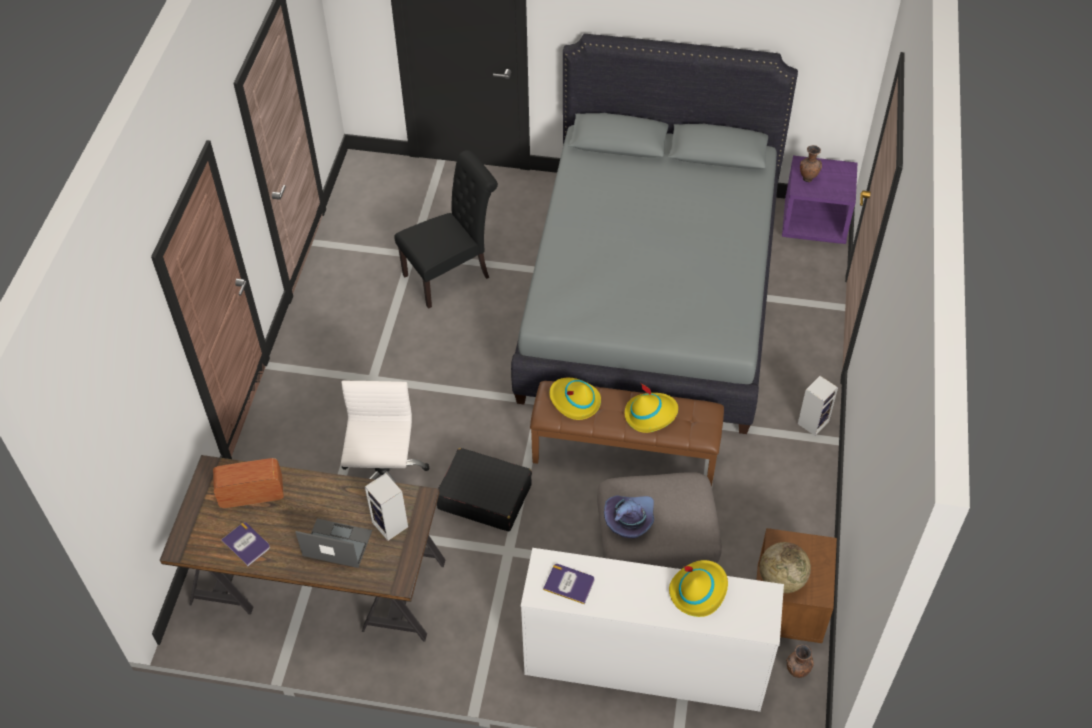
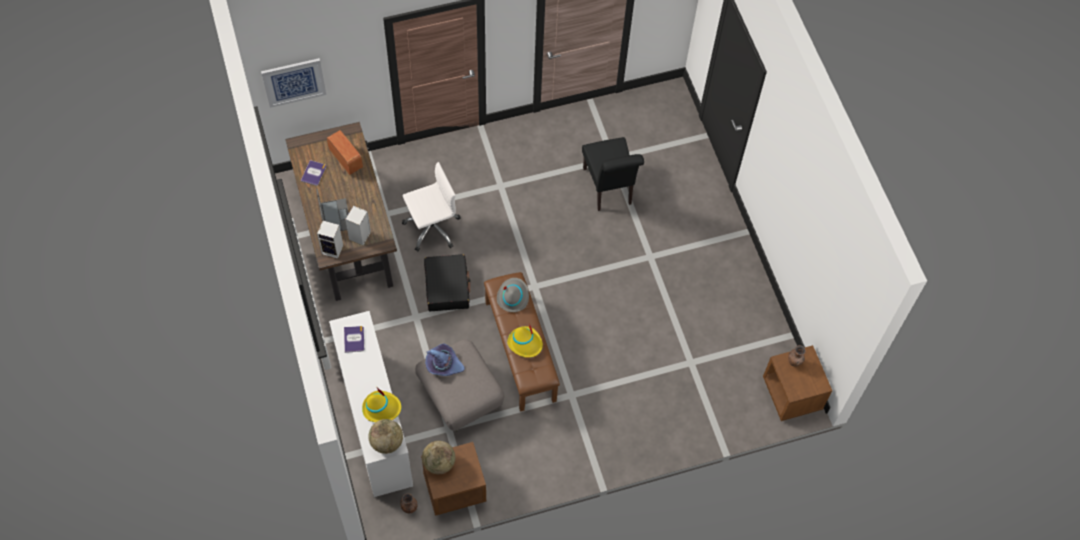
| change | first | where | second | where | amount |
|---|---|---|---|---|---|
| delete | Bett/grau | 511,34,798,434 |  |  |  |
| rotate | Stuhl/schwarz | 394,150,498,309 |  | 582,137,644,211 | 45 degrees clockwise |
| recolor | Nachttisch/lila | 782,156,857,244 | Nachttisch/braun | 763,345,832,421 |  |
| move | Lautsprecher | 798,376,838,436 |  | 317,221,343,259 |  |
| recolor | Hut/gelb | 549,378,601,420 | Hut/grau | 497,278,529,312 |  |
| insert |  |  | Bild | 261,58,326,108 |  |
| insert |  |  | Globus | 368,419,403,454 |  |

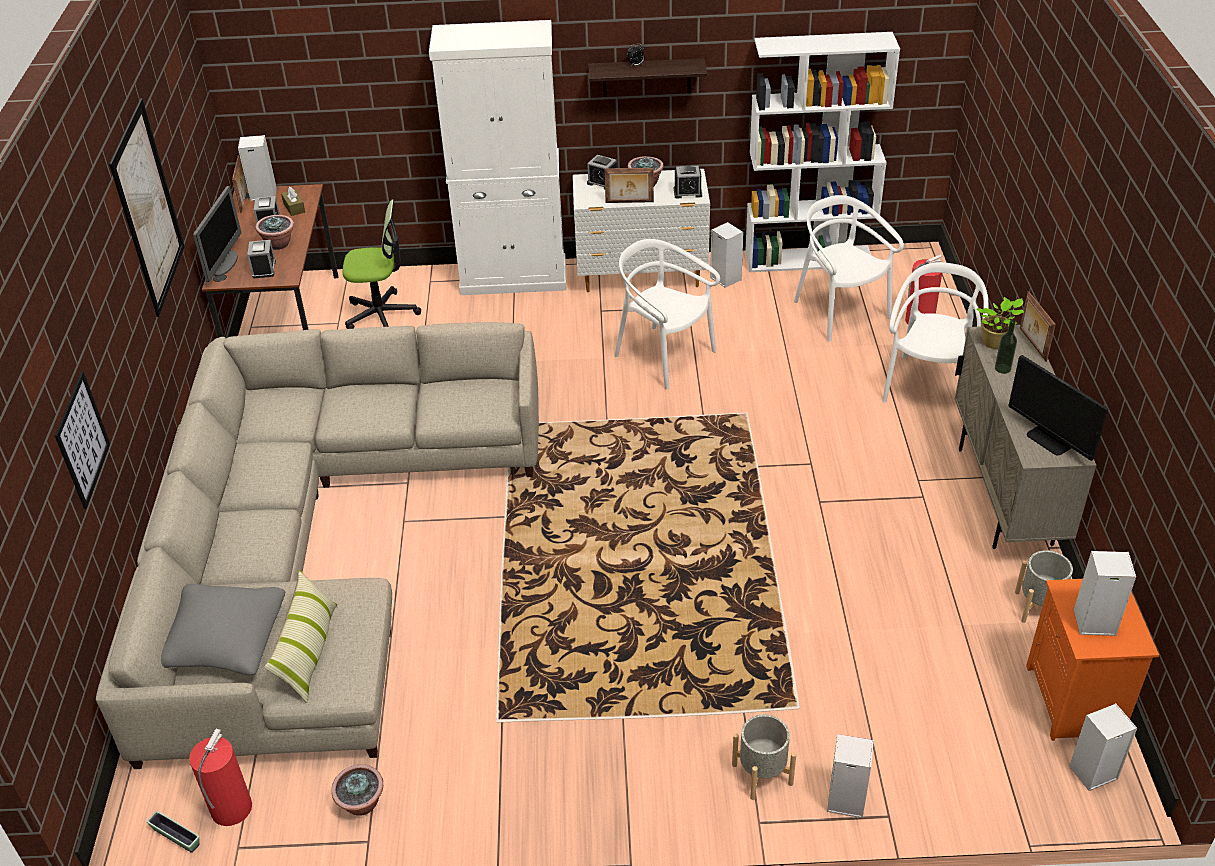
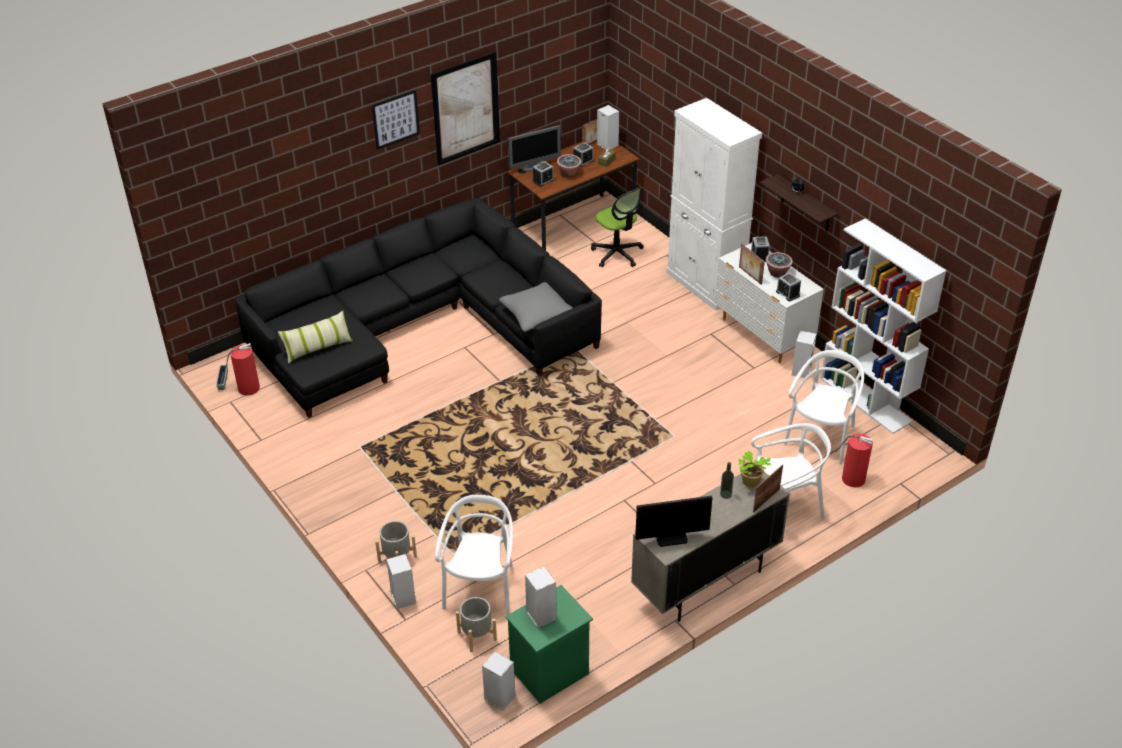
| change | first | where | second | where | amount |
|---|---|---|---|---|---|
| move | Stuhl/weiß | 614,239,720,390 |  | 435,495,513,615 |  |
| recolor | Sofa/beige | 96,322,539,769 | Sofa/schwarz | 235,198,602,418 |  |
| rotate | Monitor | 1008,355,1108,461 |  | 635,496,712,547 | 120 degrees counterclockwise |
| move | Bild | 54,372,110,509 |  | 372,90,420,150 |  |
| move | Pflanzkübel/grau | 1015,550,1073,623 |  | 456,597,497,652 |  |
| recolor | Nachttisch/orange | 1026,579,1159,741 | Nachttisch/grün | 506,585,593,704 |  |
| move | Kissen/grau | 161,584,285,675 |  | 499,282,572,332 |  |
| delete | Topfpflanze | 331,764,383,816 |  |  |  |

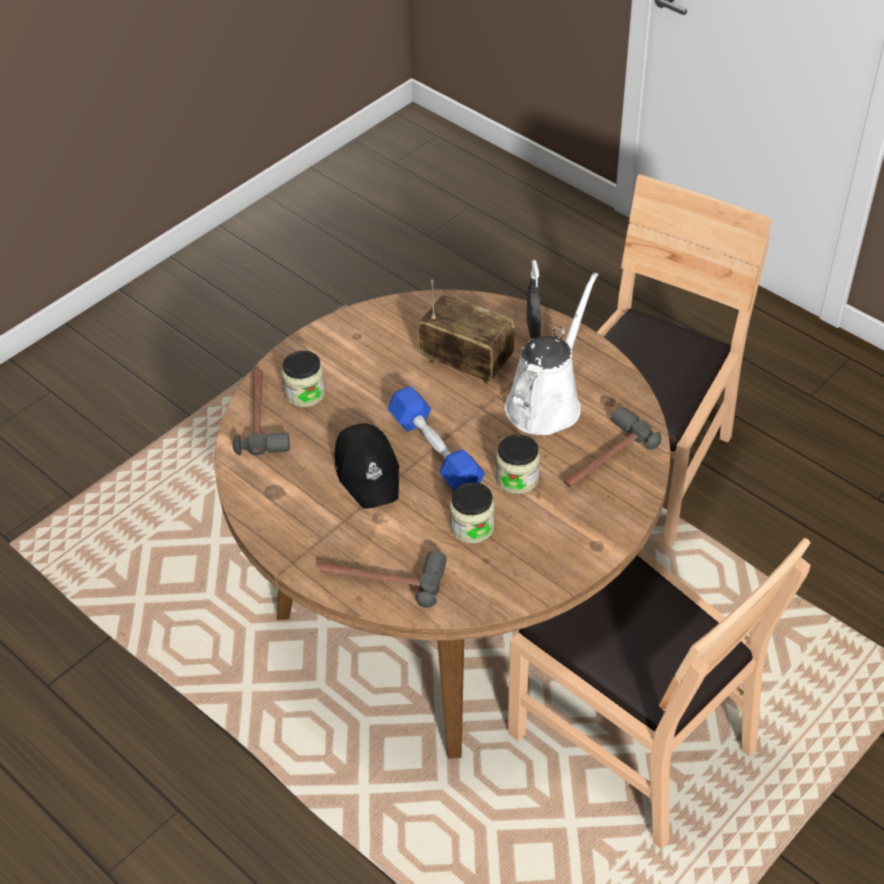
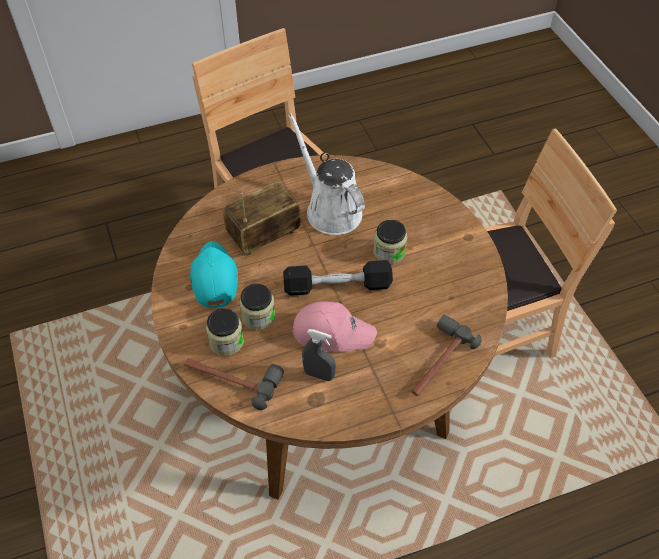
| change | first | where | second | where | amount |
|---|---|---|---|---|---|
| move | Sprühflasche/grau | 526,260,541,339 |  | 302,329,336,381 |  |
| recolor | Hantel/blau | 388,386,485,491 | Hantel/schwarz | 283,260,393,296 |  |
| delete | Hammer | 564,406,661,487 |  |  |  |
| recolor | Kappe/schwarz | 335,424,399,509 | Kappe/rosa | 292,301,377,352 |  |
| move | Vorratsglas | 450,482,495,544 |  | 239,284,276,331 |  |
| insert |  |  | Kappe/türkis | 190,241,238,308 |  |

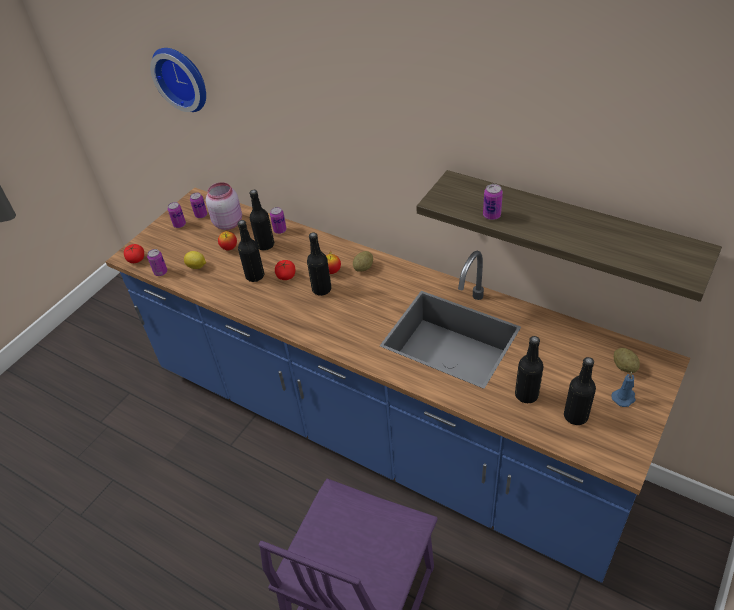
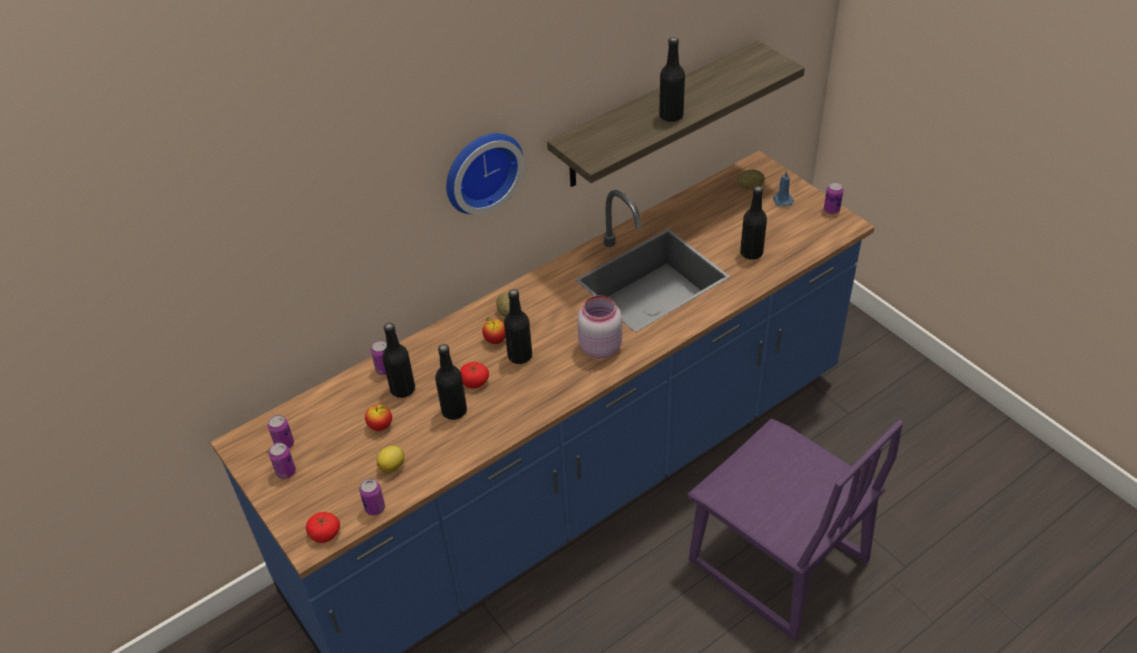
| change | first | where | second | where | amount |
|---|---|---|---|---|---|
| move | Wanduhr | 150,48,206,112 |  | 446,133,524,215 |  |
| move | Vorratsglas/rosa | 206,182,242,230 |  | 578,295,622,359 |  |
| move | Dose | 483,184,503,220 |  | 824,182,844,214 |  |
| move | Flasche/schwarz | 564,357,596,425 |  | 659,37,685,122 |  |

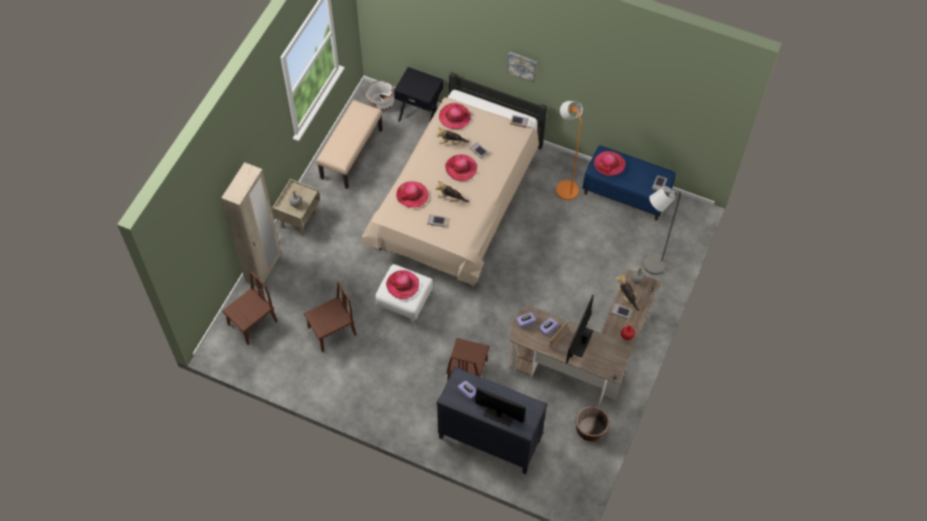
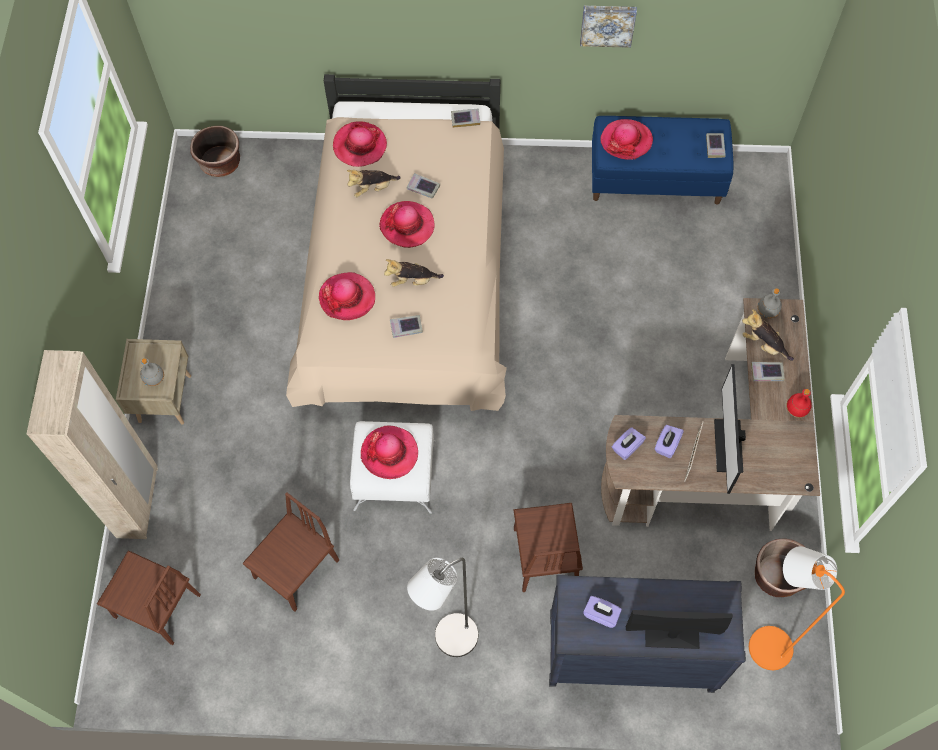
| change | first | where | second | where | amount |
|---|---|---|---|---|---|
| move | Bild | 507,52,537,83 |  | 580,6,637,48 |  |
| delete | Nachttisch/schwarz | 394,67,443,123 |  |  |  |
| recolor | Pflanzkübel/weiß | 366,80,395,111 | Pflanzkübel/braun | 190,126,240,177 |  |
| delete | Bank/beige | 316,100,383,189 |  |  |  |
| move | Stehlampe/orange | 556,101,583,200 |  | 749,546,845,670 |  |
| move | Stehlampe/grau | 643,186,681,275 |  | 407,558,478,657 |  |
| rotate | Stuhl/braun | 222,271,278,345 |  | 97,550,201,645 | 90 degrees clockwise |

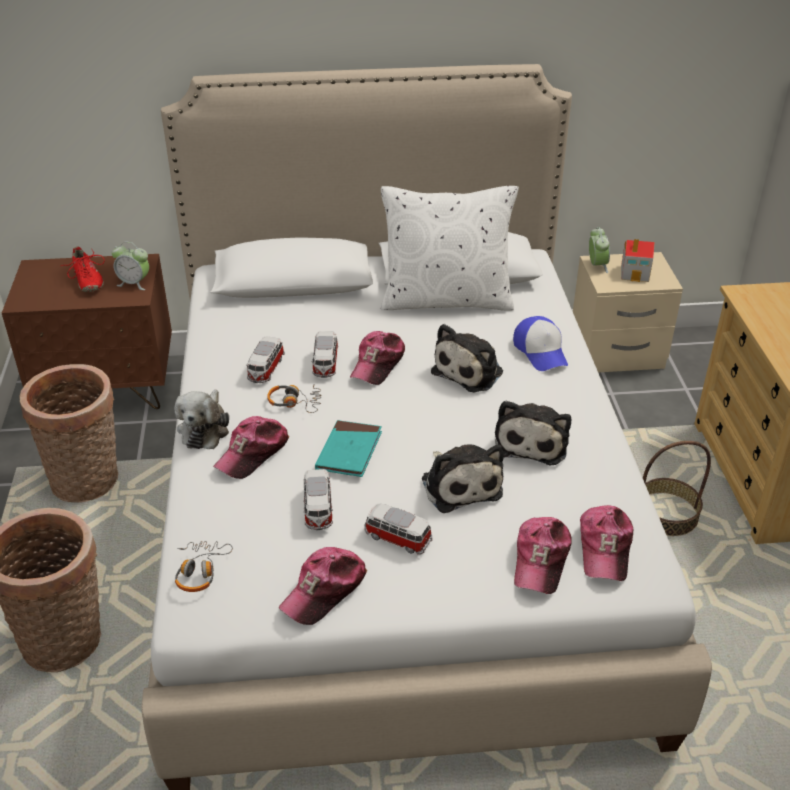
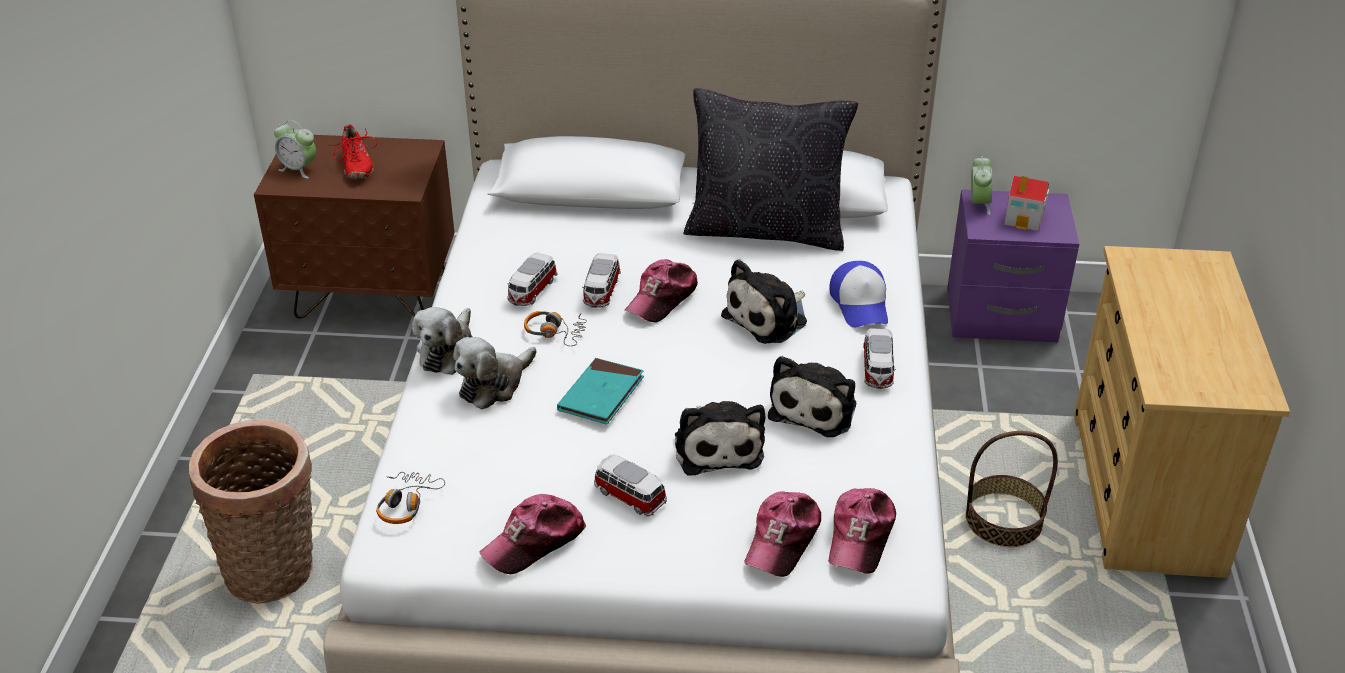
| change | first | where | second | where | amount |
|---|---|---|---|---|---|
| recolor | Kissen/weiß | 381,186,519,311 | Kissen/schwarz | 684,88,858,251 |  |
| move | Wecker | 112,242,149,290 |  | 274,120,316,179 |  |
| recolor | Nachttisch/beige | 573,252,683,372 | Nachttisch/lila | 947,189,1079,342 |  |
| delete | Korb | 19,364,118,503 |  |  |  |
| replace | Kappe | 213,416,289,479 | Plüschtier | 453,337,537,410 |  |
| move | Spielzeugauto | 303,469,333,530 |  | 863,328,896,389 |  |

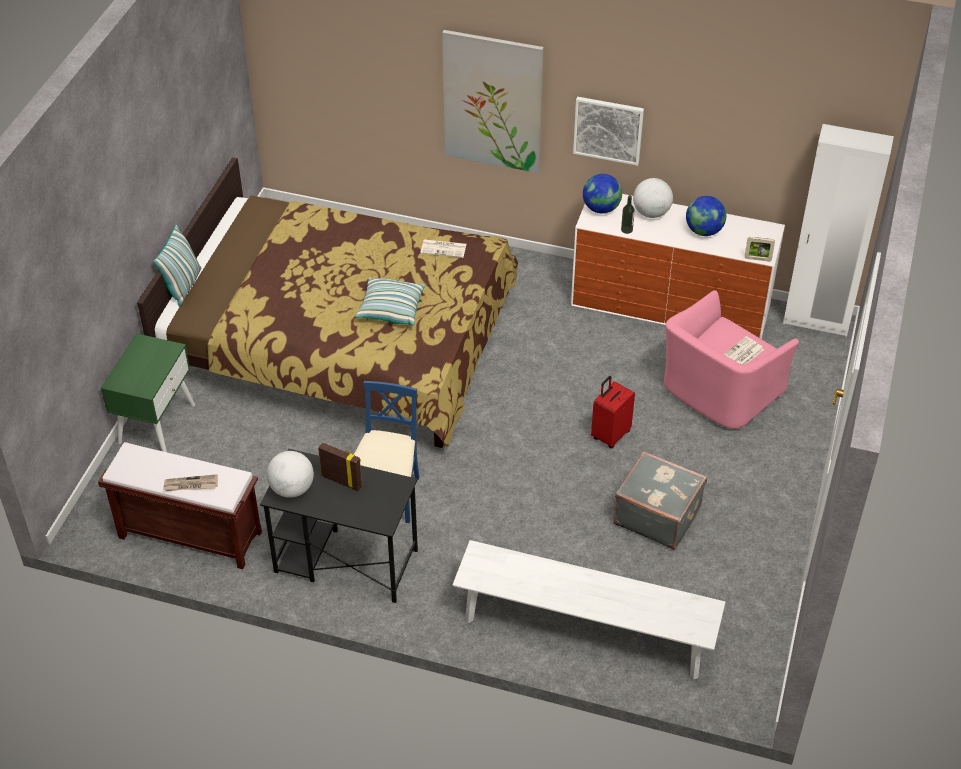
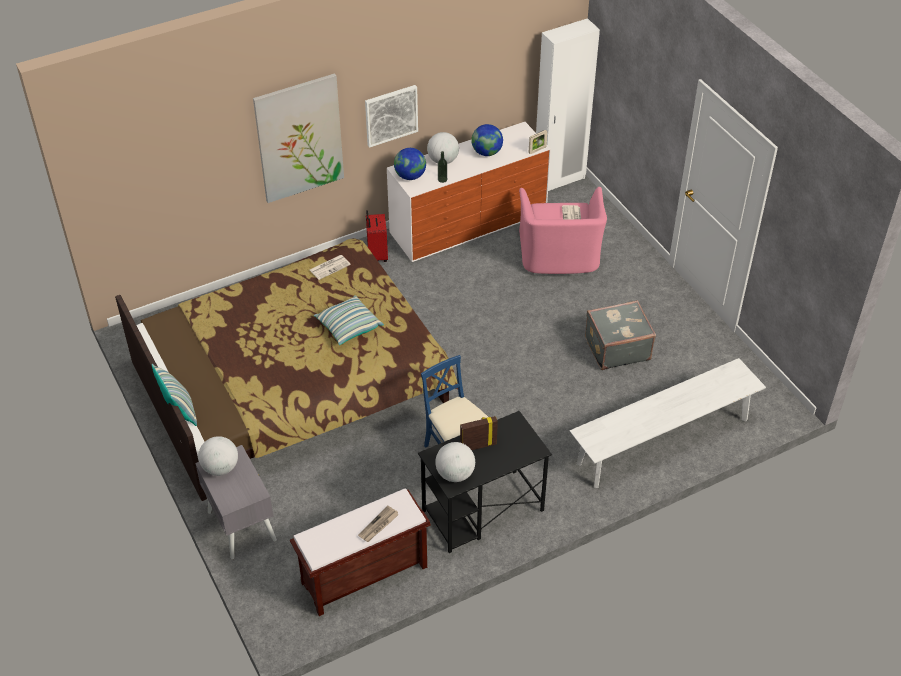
| change | first | where | second | where | amount |
|---|---|---|---|---|---|
| recolor | Nachttisch/grün | 101,333,195,452 | Nachttisch/grau | 195,445,277,559 |  |
| move | Koffer/rot | 591,376,635,448 |  | 366,210,388,262 |  |
| insert |  |  | Globus | 198,436,238,476 |  |

